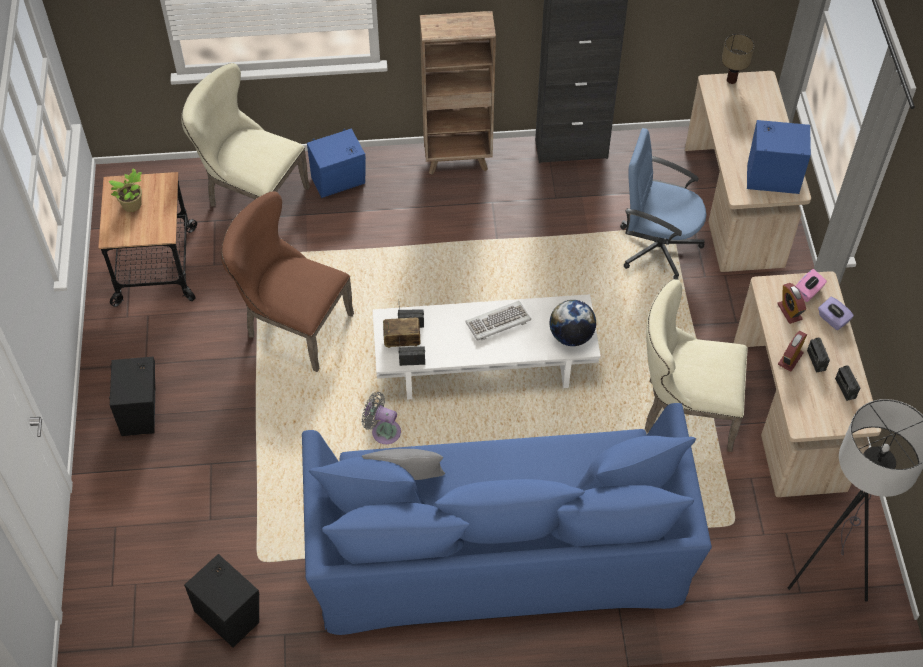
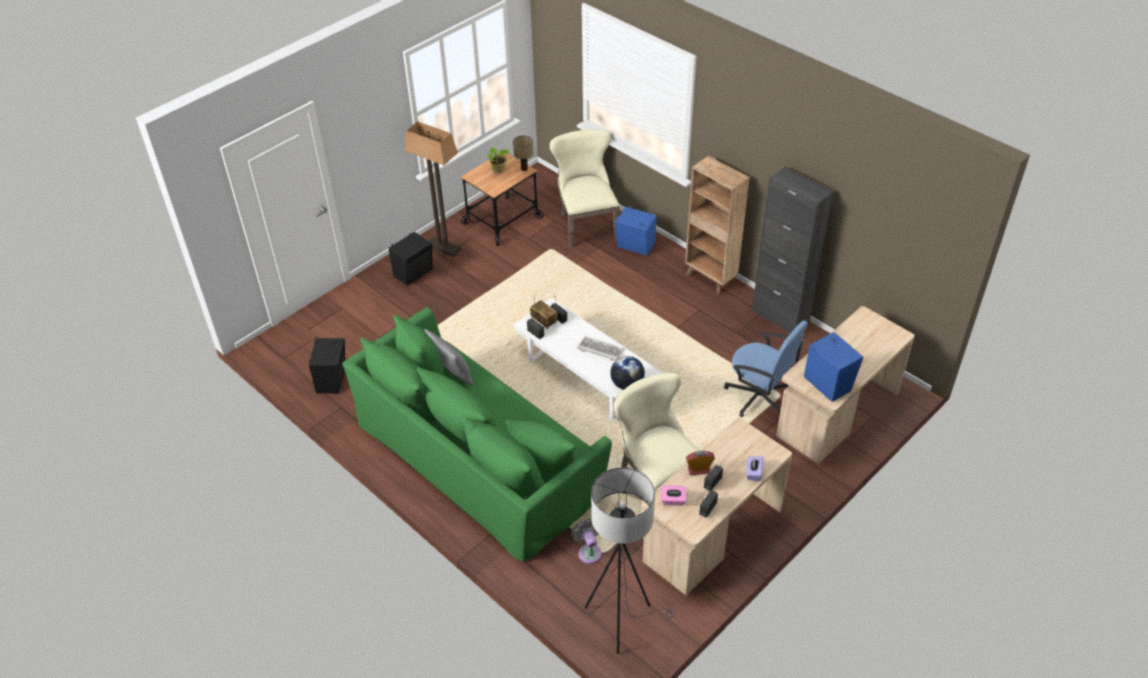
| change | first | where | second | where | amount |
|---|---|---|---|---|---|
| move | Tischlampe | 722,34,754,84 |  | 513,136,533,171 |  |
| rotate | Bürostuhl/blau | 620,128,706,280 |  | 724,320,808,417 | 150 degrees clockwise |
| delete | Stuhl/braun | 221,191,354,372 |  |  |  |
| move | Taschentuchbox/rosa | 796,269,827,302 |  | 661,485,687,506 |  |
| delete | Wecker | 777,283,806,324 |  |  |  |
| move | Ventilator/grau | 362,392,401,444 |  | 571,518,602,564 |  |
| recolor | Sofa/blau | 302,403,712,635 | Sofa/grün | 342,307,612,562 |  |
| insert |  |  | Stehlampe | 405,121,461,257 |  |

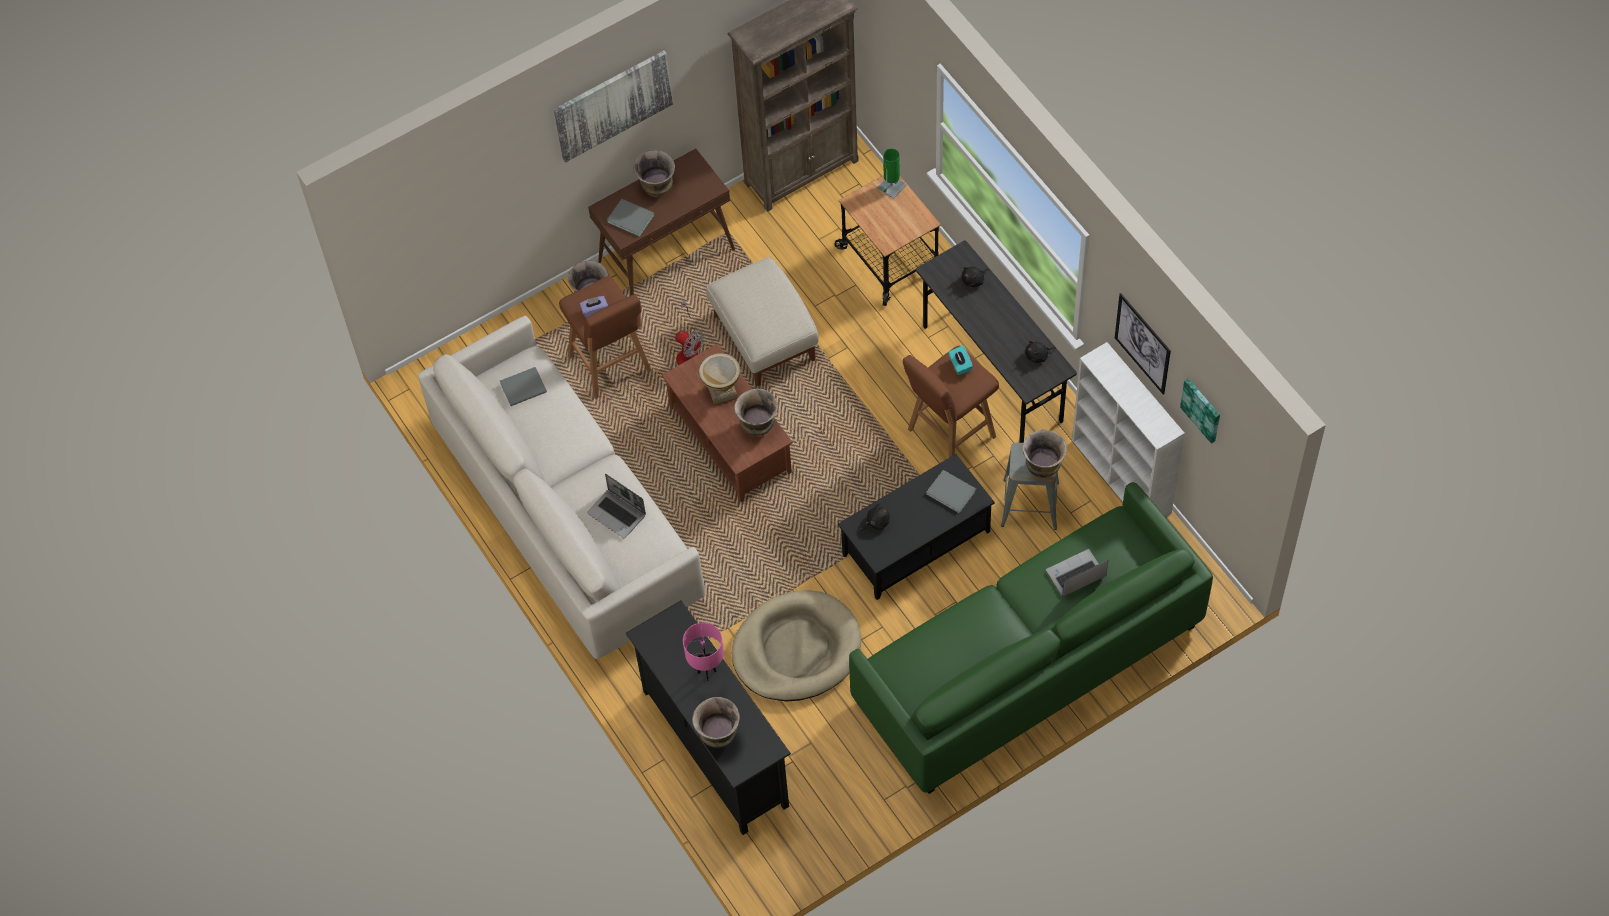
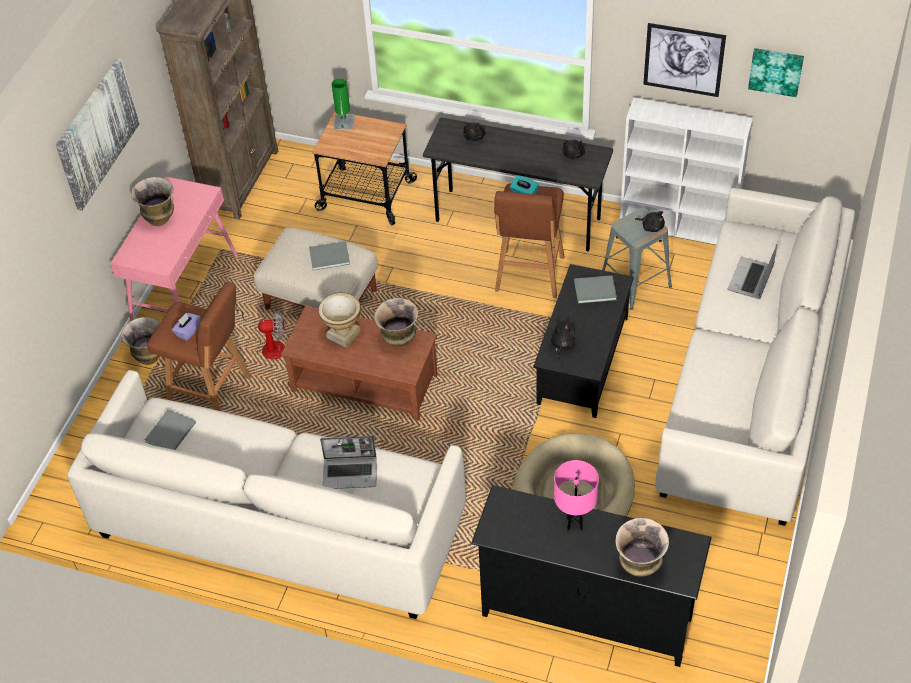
| change | first | where | second | where | amount |
|---|---|---|---|---|---|
| recolor | Konsolentisch/braun | 588,149,735,296 | Konsolentisch/rosa | 110,176,239,321 |  |
| move | Buch/grau | 607,199,655,237 |  | 309,241,350,270 |  |
| replace | Vase | 1022,430,1067,478 | Plüschtier/schwarz | 635,211,665,232 |  |
| recolor | Sofa/grün | 849,482,1213,794 | Sofa/weiß | 655,188,855,526 |  |

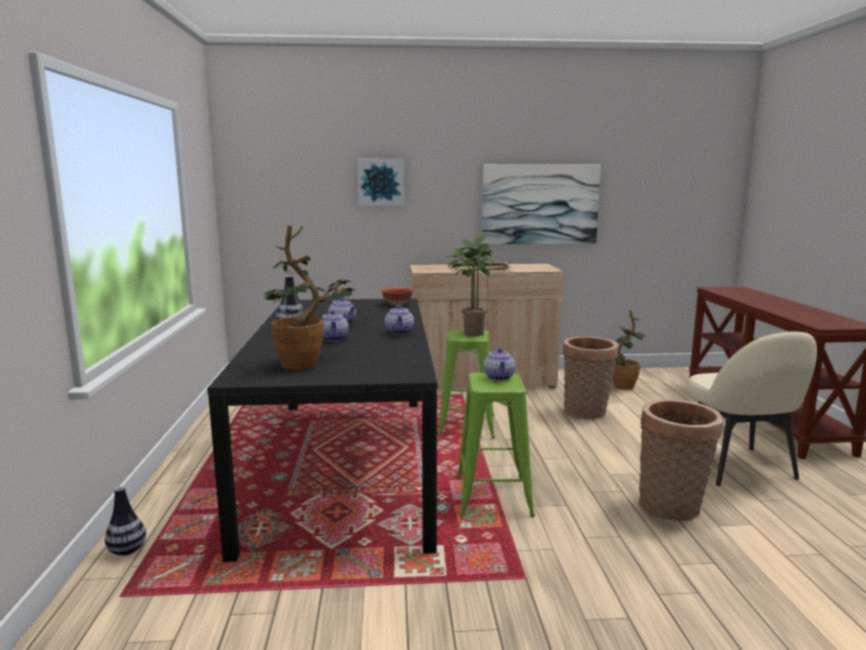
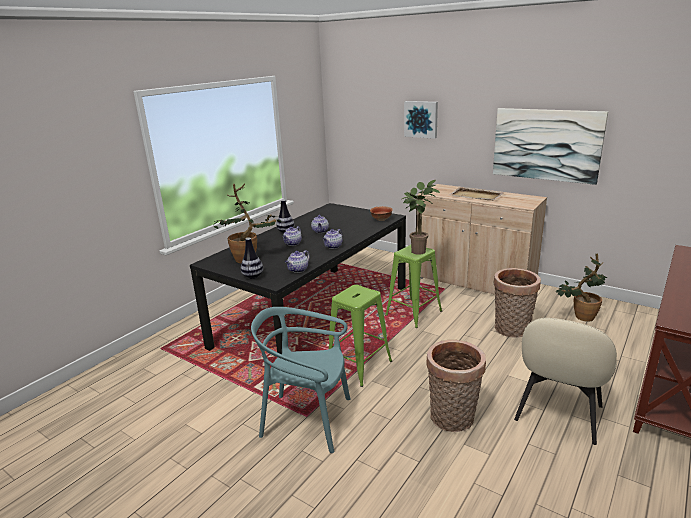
| change | first | where | second | where | amount |
|---|---|---|---|---|---|
| move | Teekanne | 484,348,515,381 |  | 285,250,310,273 |  |
| move | Vase | 105,486,146,556 |  | 241,238,263,279 |  |
| insert |  |  | Stuhl/türkis | 251,307,350,453 |  |

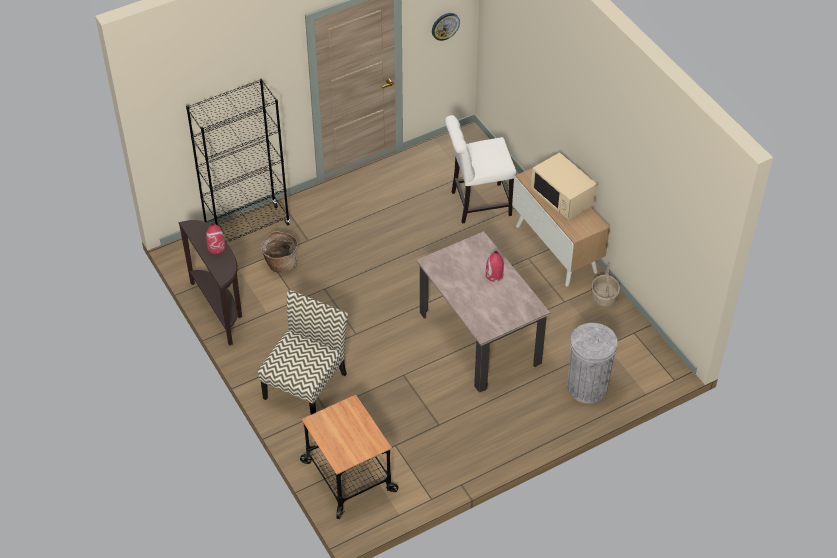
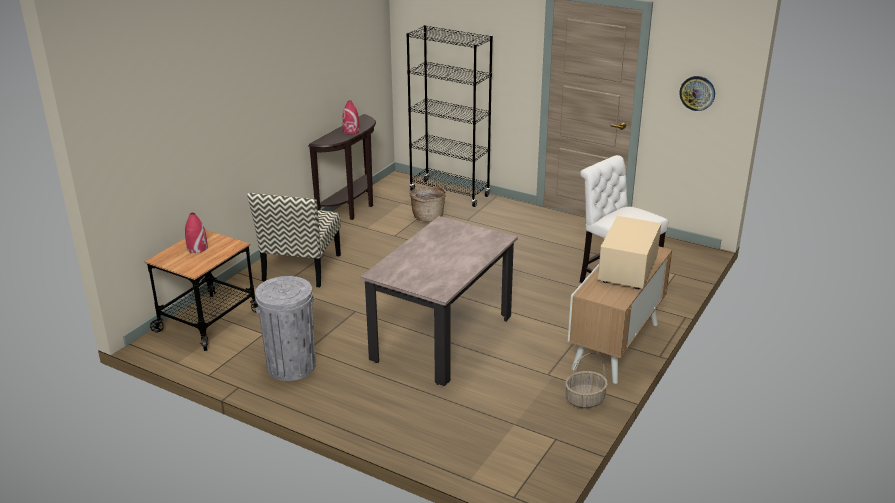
| change | first | where | second | where | amount |
|---|---|---|---|---|---|
| move | Vase/rot | 486,251,504,282 |  | 185,213,208,253 |  |
| rotate | Stuhl | 258,290,348,415 |  | 247,193,341,288 | 105 degrees clockwise |
| move | Mülleimer/grau | 567,323,618,404 |  | 255,276,316,381 |  |

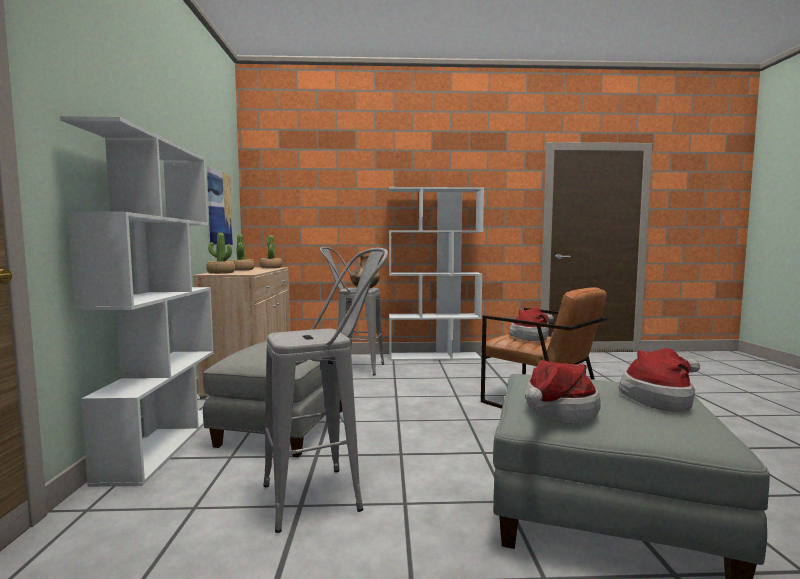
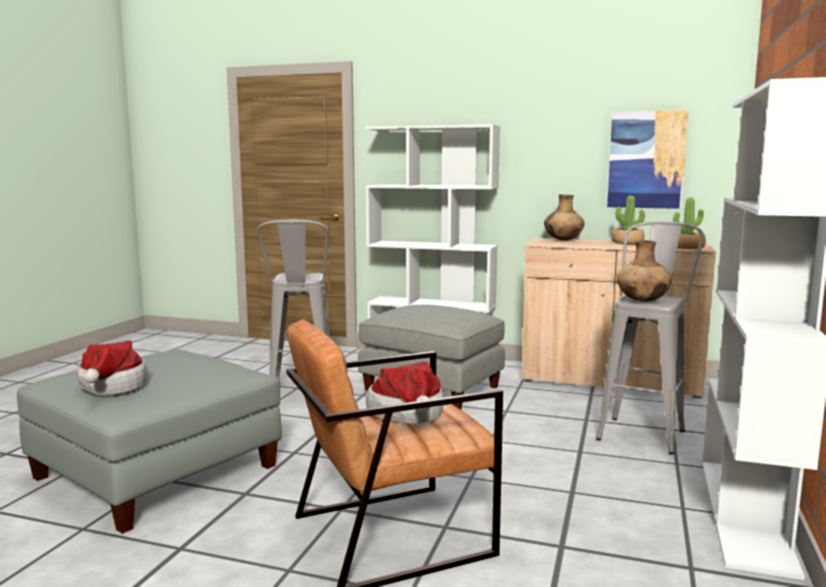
| change | first | where | second | where | amount |
|---|---|---|---|---|---|
| replace | Topfpflanze | 206,233,235,274 | Vase/braun | 544,194,585,241 |  |
| delete | Hut | 525,360,601,424 |  |  |  |

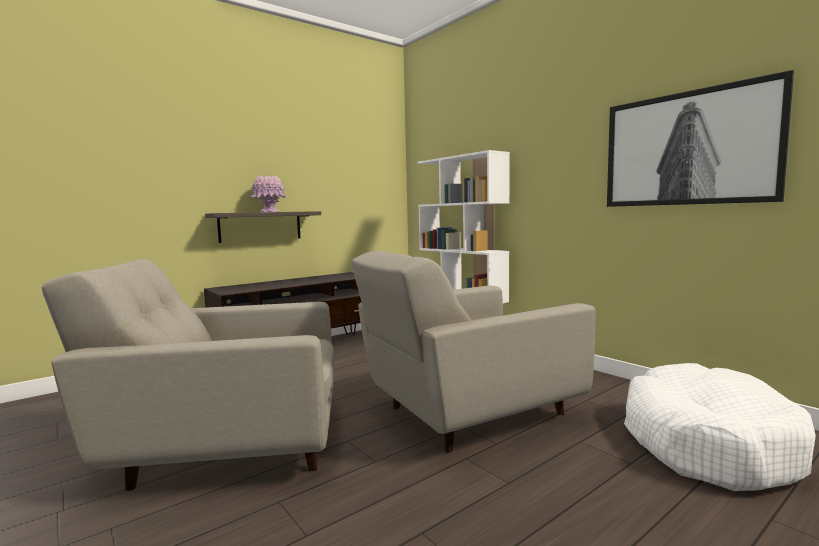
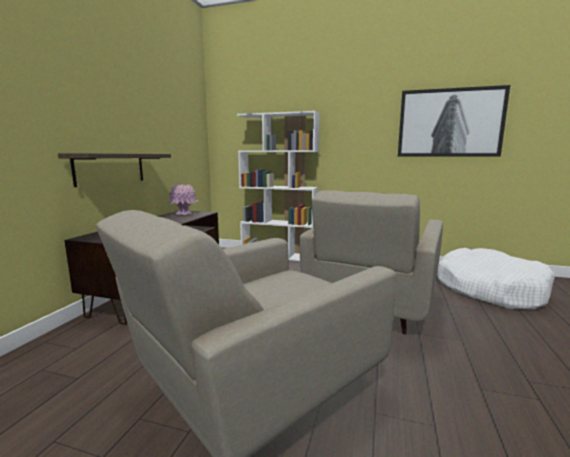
| change | first | where | second | where | amount |
|---|---|---|---|---|---|
| move | Vase/rosa | 249,175,288,212 |  | 167,184,198,215 |  |

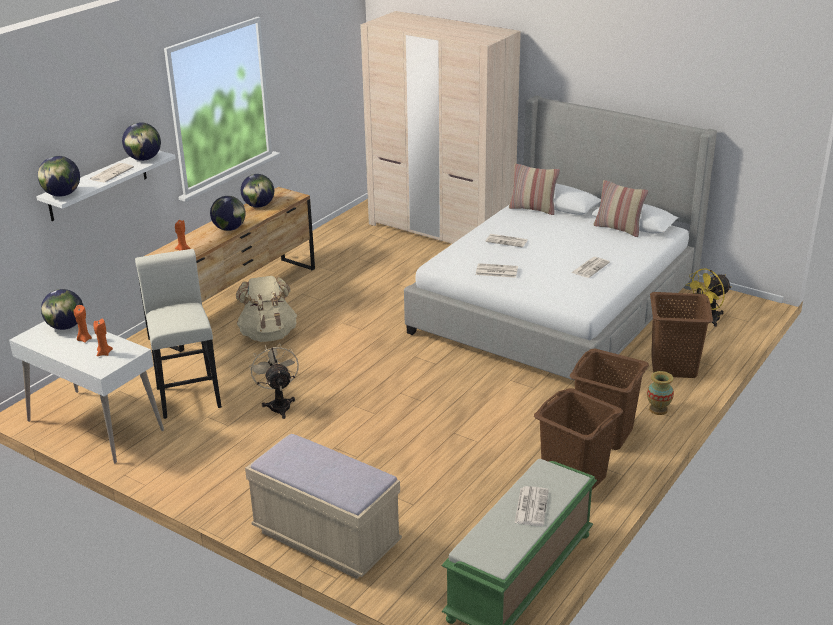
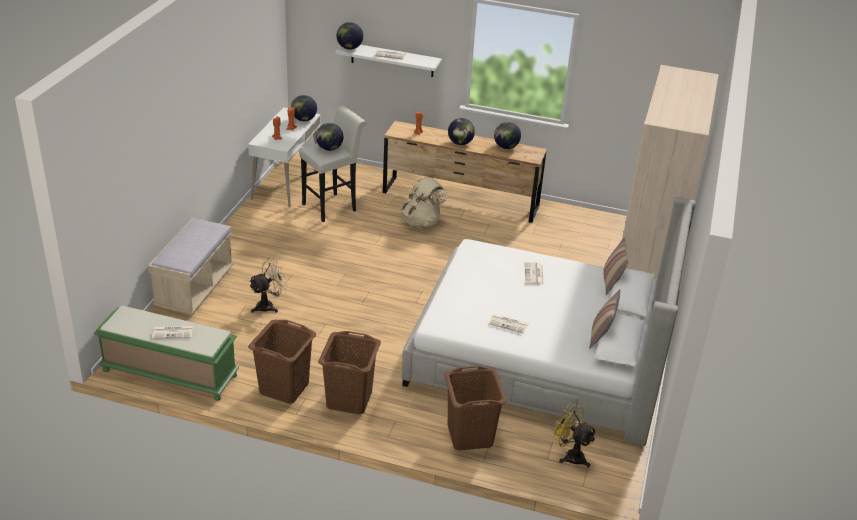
| change | first | where | second | where | amount |
|---|---|---|---|---|---|
| move | Globus | 122,122,161,161 |  | 316,123,343,151 |  |
| delete | Zeitung | 476,263,518,278 |  |  |  |
| move | Ventilator/beige | 249,343,299,419 |  | 249,260,288,313 |  |
| delete | Vase | 647,371,674,415 |  |  |  |

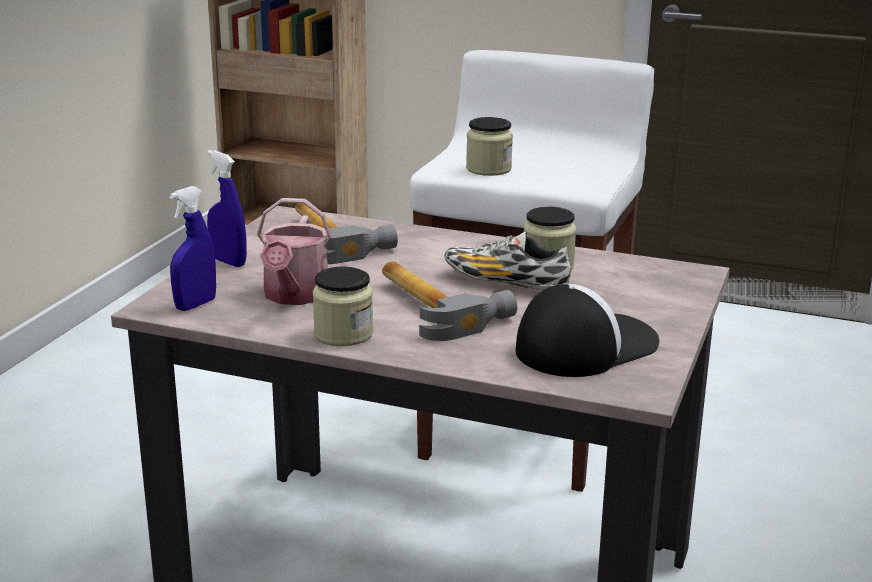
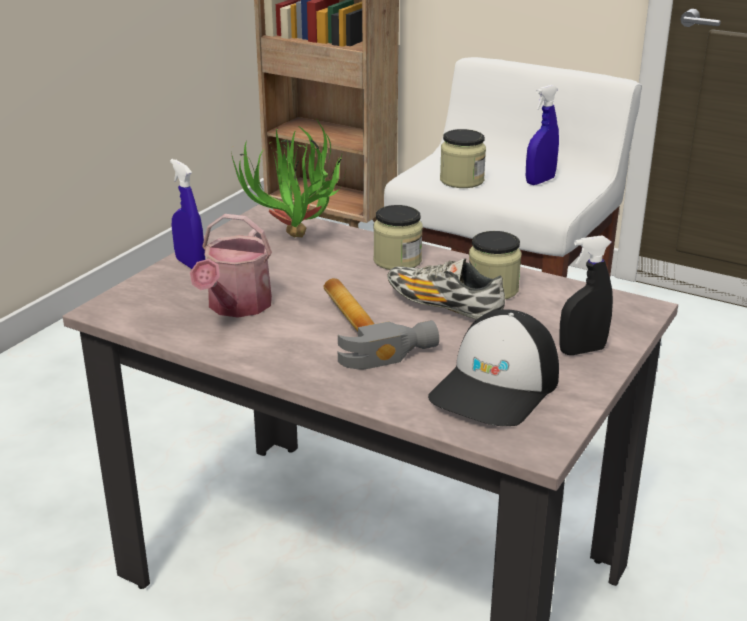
| change | first | where | second | where | amount |
|---|---|---|---|---|---|
| move | Sprühflasche/blau | 169,186,216,311 |  | 526,85,559,185 |  |
| replace | Hammer | 295,200,398,264 | Topfpflanze | 231,118,349,237 |  |
| move | Vorratsglas | 312,267,373,346 |  | 373,205,423,270 |  |
| rotate | Kappe | 516,284,659,377 |  | 428,309,559,426 | 150 degrees clockwise |
| insert |  |  | Sprühflasche/schwarz | 560,235,613,355 |  |

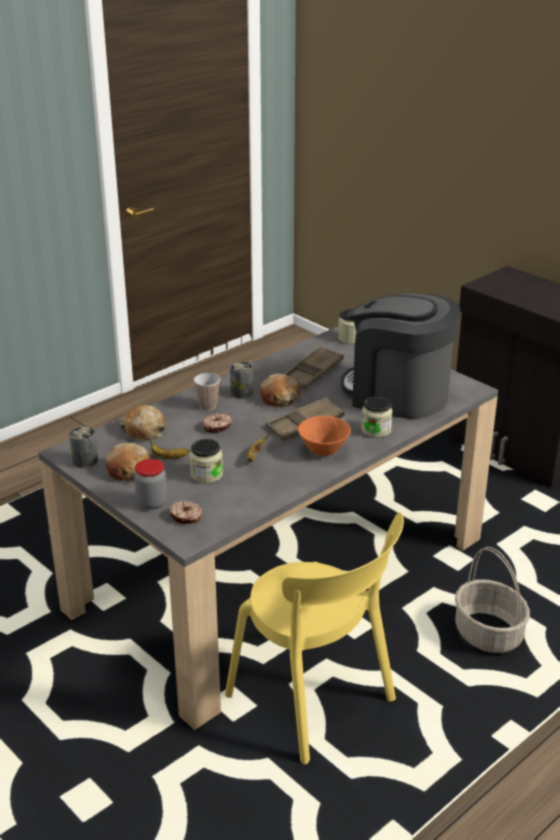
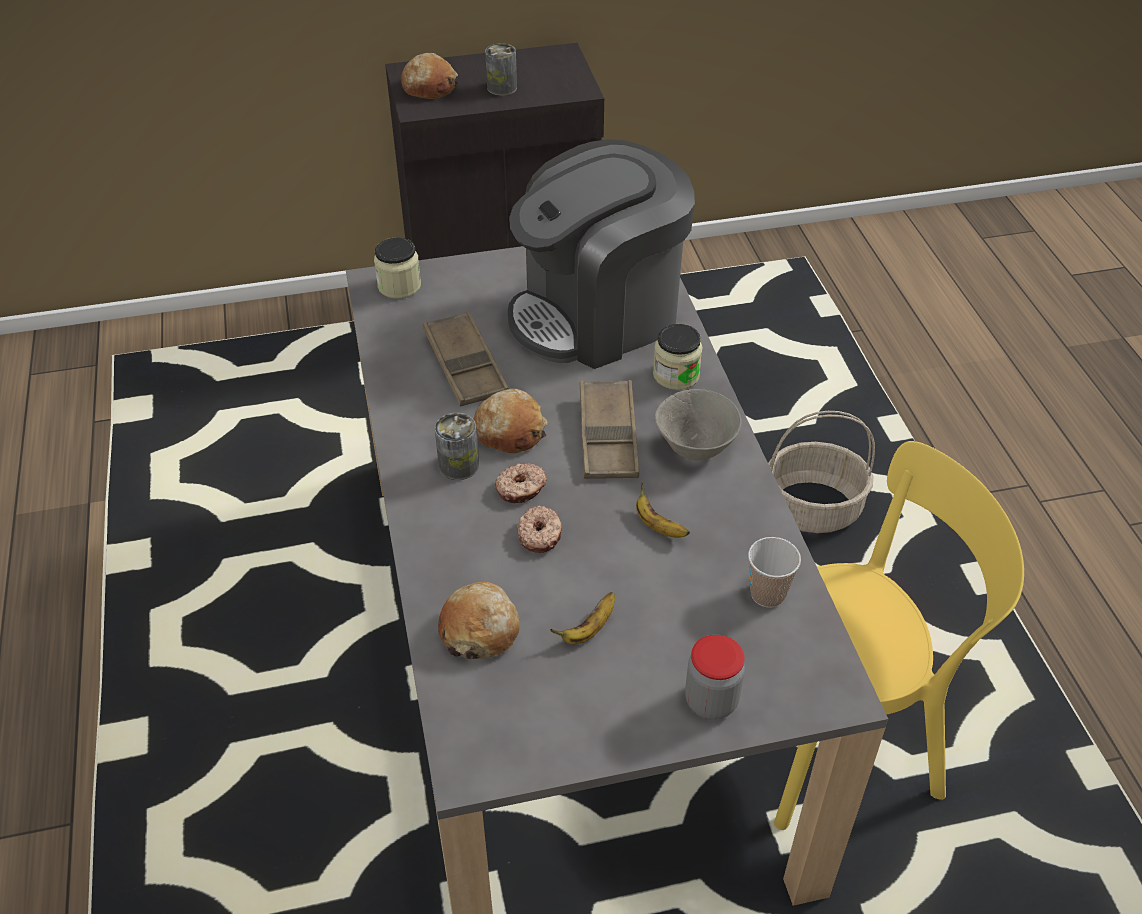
| change | first | where | second | where | amount |
|---|---|---|---|---|---|
| move | Tasse | 194,373,220,410 |  | 748,537,801,607 |  |
| recolor | Schüssel/orange | 298,416,351,456 | Schüssel/grau | 655,389,741,460 |  |
| move | Dose | 69,426,98,468 |  | 485,43,517,96 |  |
| delete | Vorratsglas | 190,439,223,484 |  |  |  |
| move | Brot | 105,443,150,481 |  | 401,53,458,99 |  |
| move | Donut | 169,500,202,524 |  | 495,463,547,503 |  |

